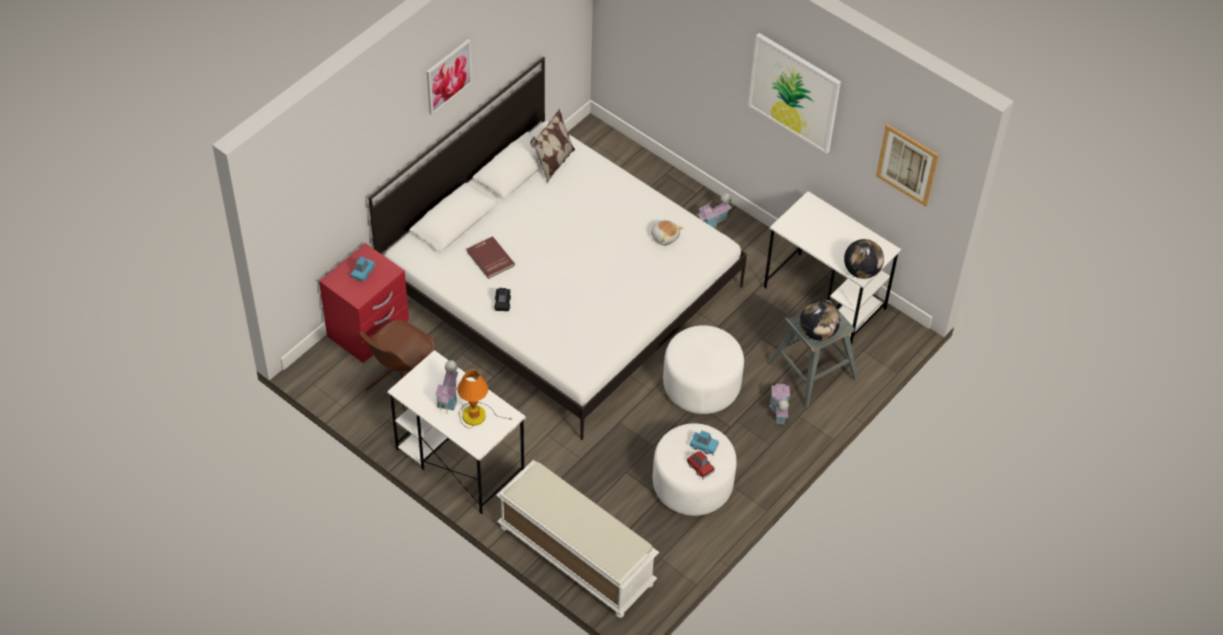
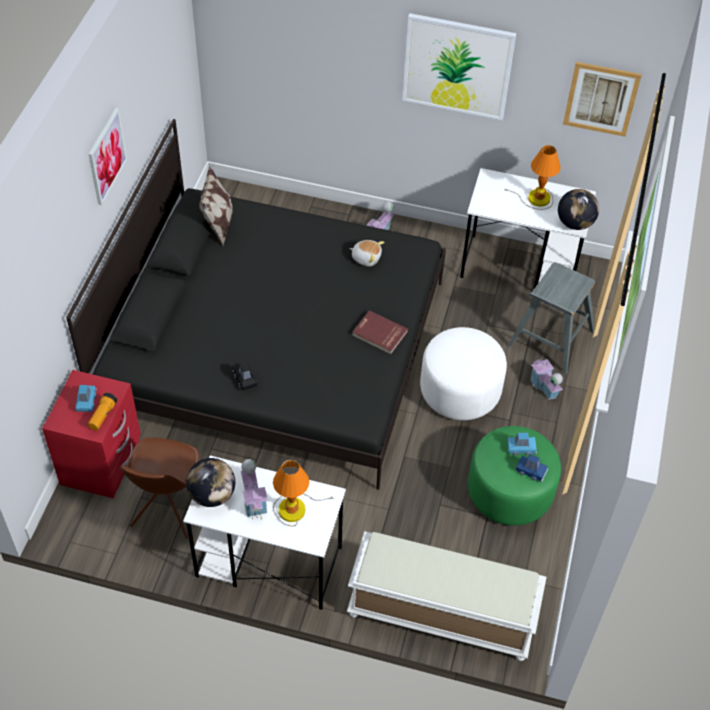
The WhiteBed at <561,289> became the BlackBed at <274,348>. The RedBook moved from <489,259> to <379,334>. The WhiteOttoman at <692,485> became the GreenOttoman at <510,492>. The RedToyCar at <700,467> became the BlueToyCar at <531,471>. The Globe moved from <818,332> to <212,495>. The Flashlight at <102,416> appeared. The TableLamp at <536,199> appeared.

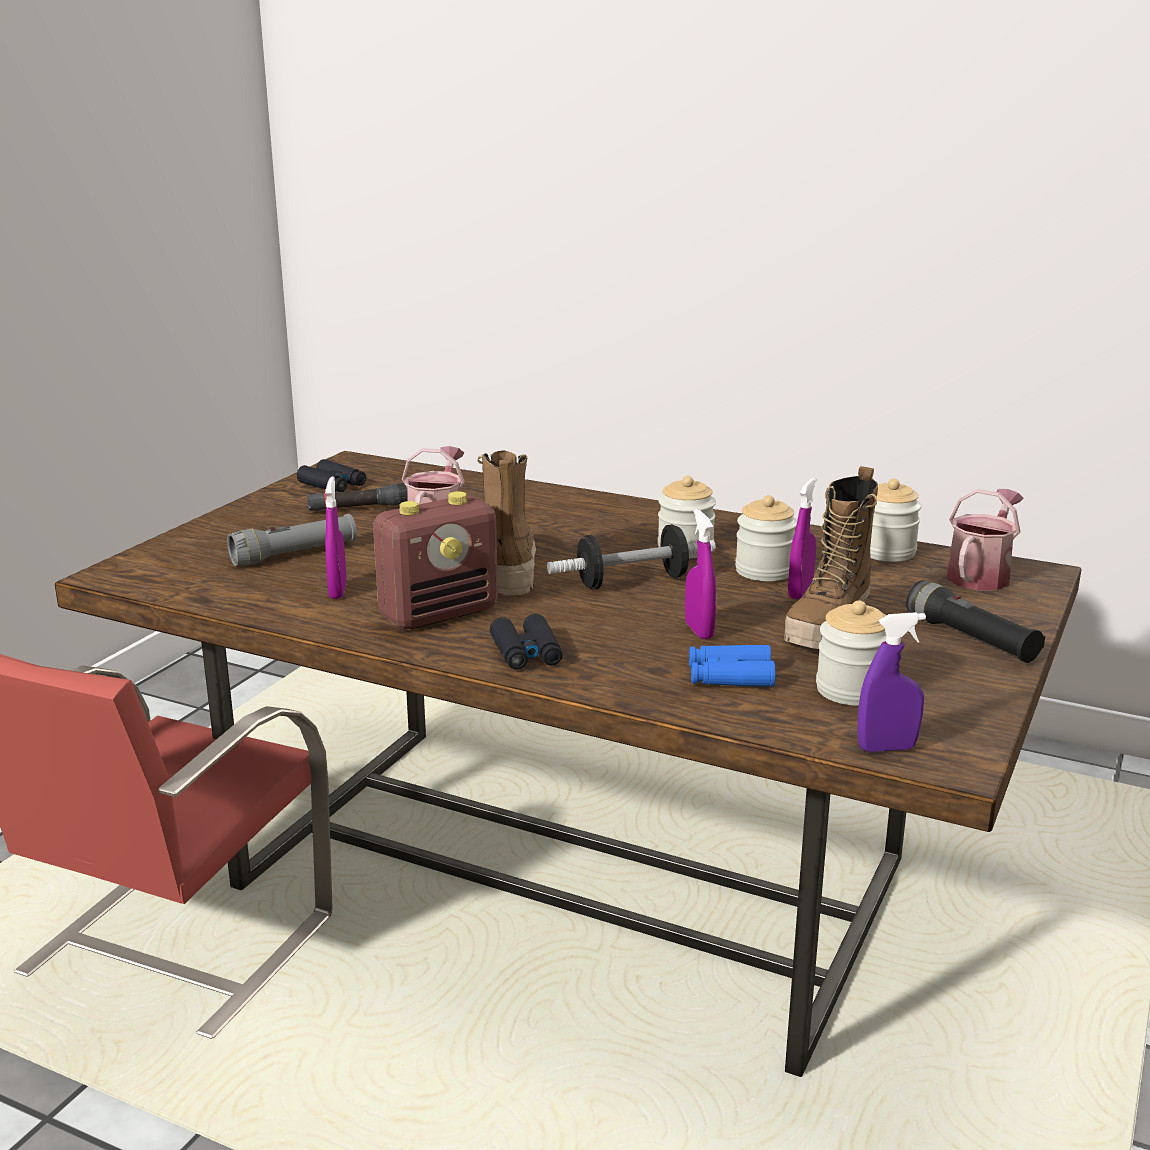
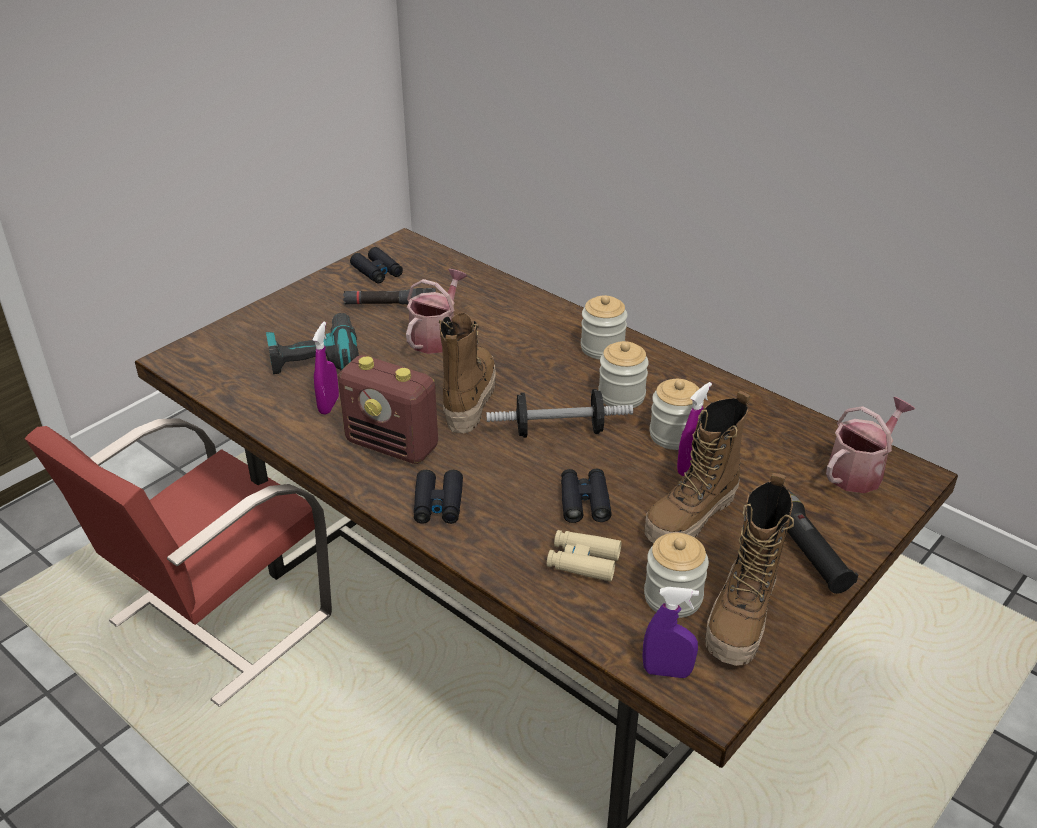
The GreyFlashlight at <294,554> was replaced by the PowerDrill at <314,355>. The Radio at <440,614> turned 45 degrees clockwise. The PurpleSprayBottle at <699,631> was replaced by the BlackBinoculars at <584,501>. The BlueBinoculars at <730,676> became the BeigeBinoculars at <583,561>. The Jar moved from <887,552> to <602,348>. The Boot at <741,619> appeared.

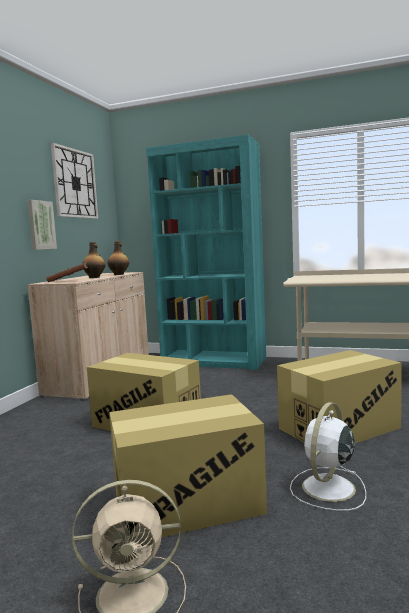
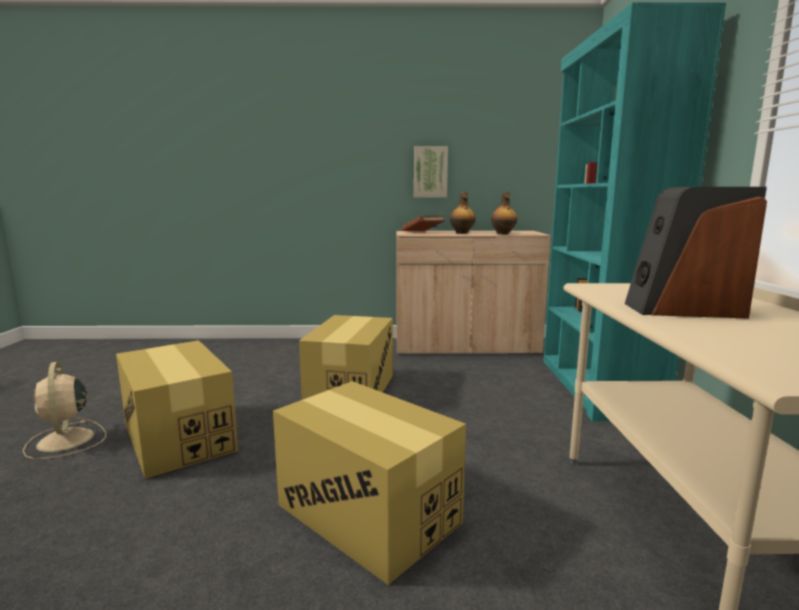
The WallClock at <75,183> disappeared. The WhiteFan at <327,489> disappeared. The Speaker at <683,310> appeared.

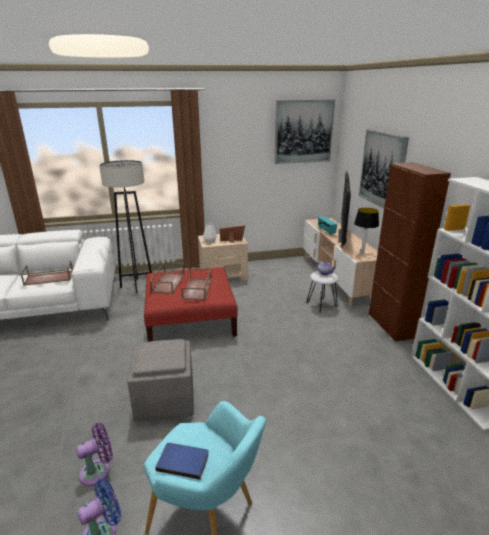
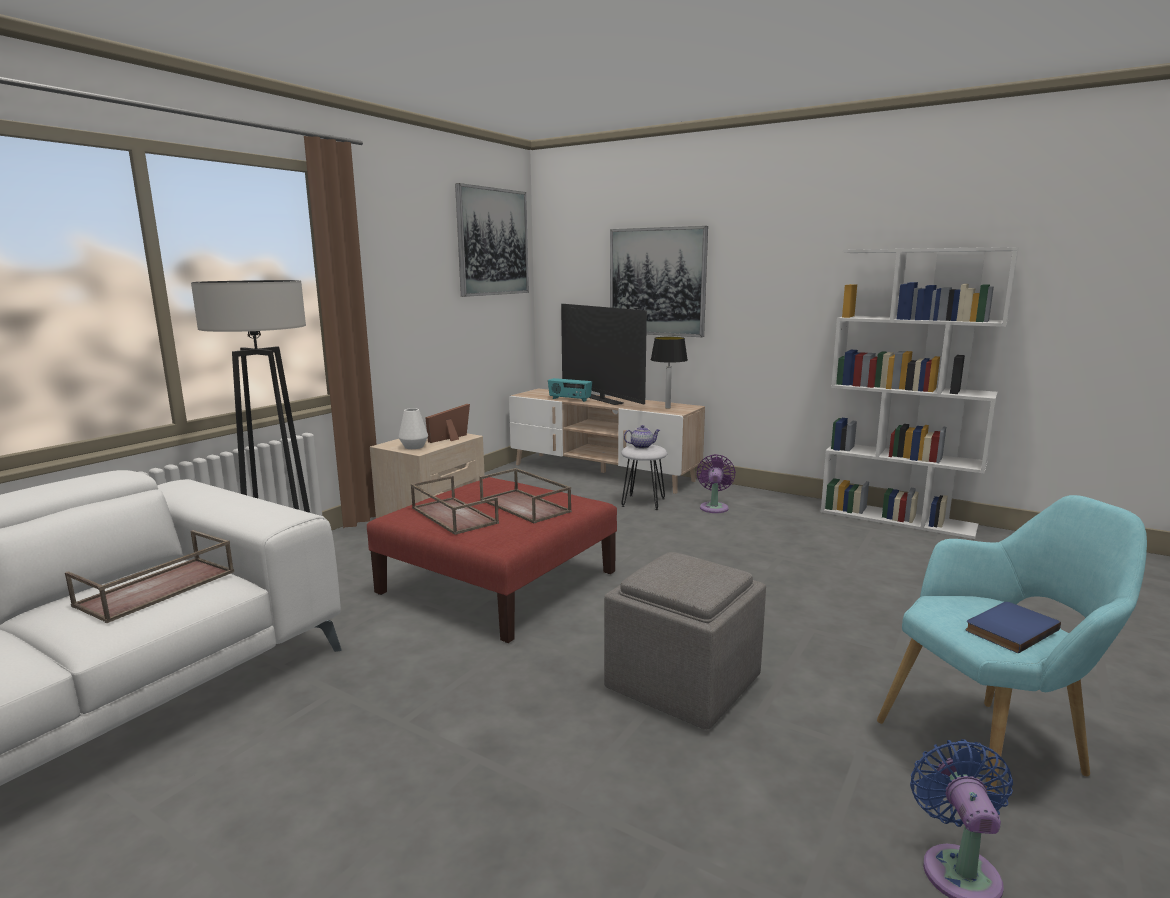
The PurpleFan moved from <98,471> to <714,507>. The BrownCabinet at <391,325> disappeared.

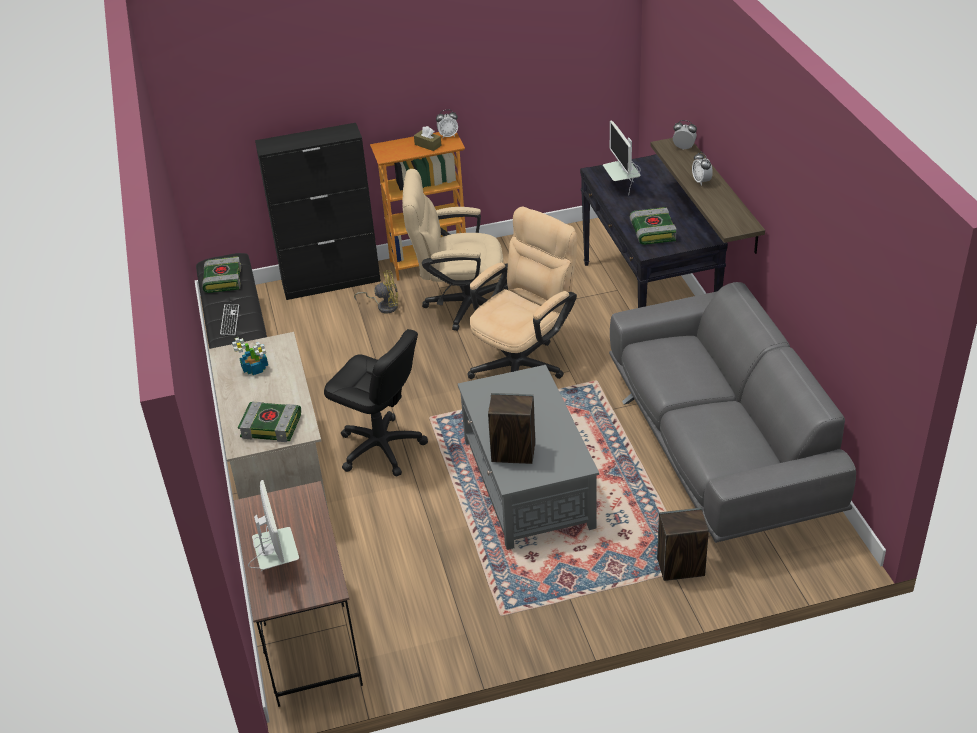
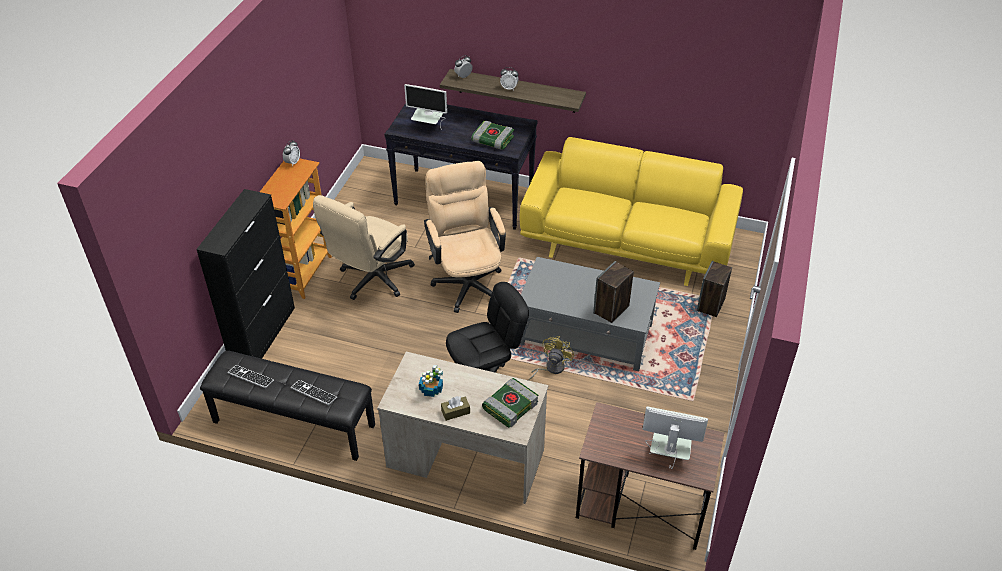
The Book at <222,279> was replaced by the Keyboard at <251,377>. The YellowFan moved from <384,306> to <551,368>. The BrownTissueBox moved from <428,145> to <455,412>. The GreySofa at <719,449> became the YellowSofa at <628,241>.

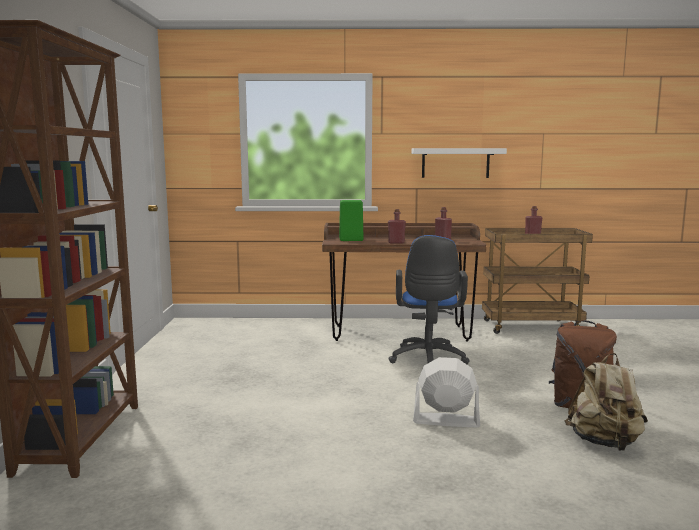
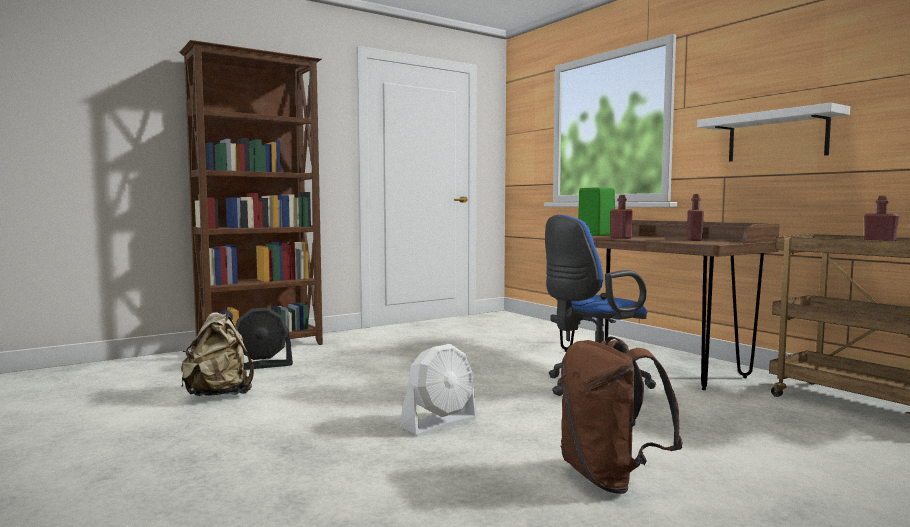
The WhiteFan at <445,420> turned 75 degrees clockwise. The BeigeBackpack moved from <604,443> to <219,395>. The BlackFan at <261,365> appeared.

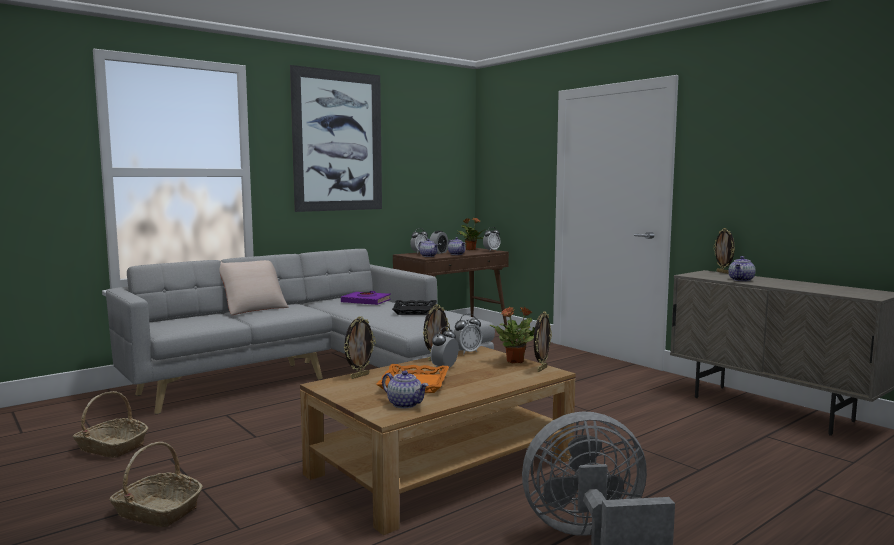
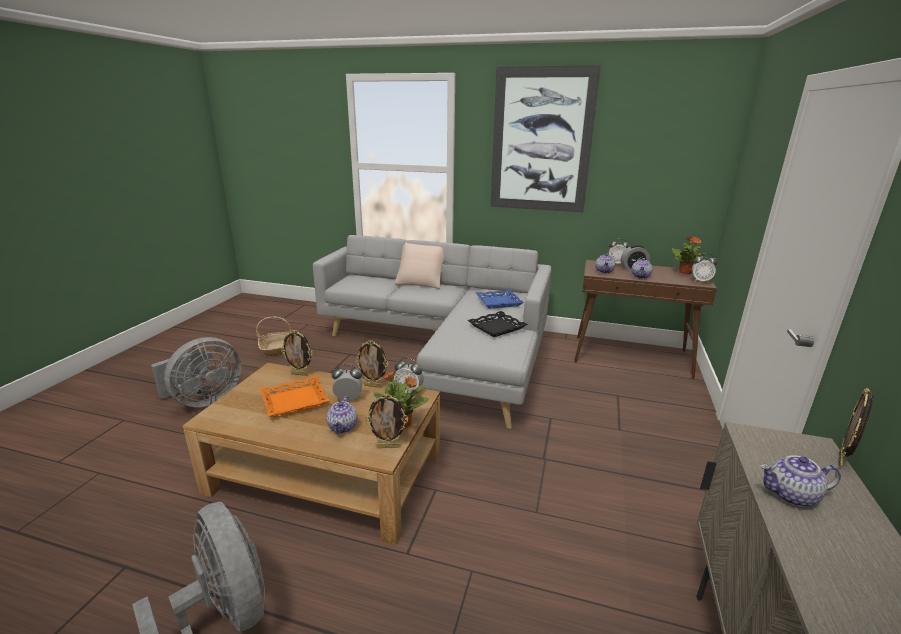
The Basket at <157,511> was replaced by the GreyFan at <204,400>. The PurpleBook at <366,302> was replaced by the BlueTray at <498,302>. The Teapot moved from <405,404> to <343,427>.

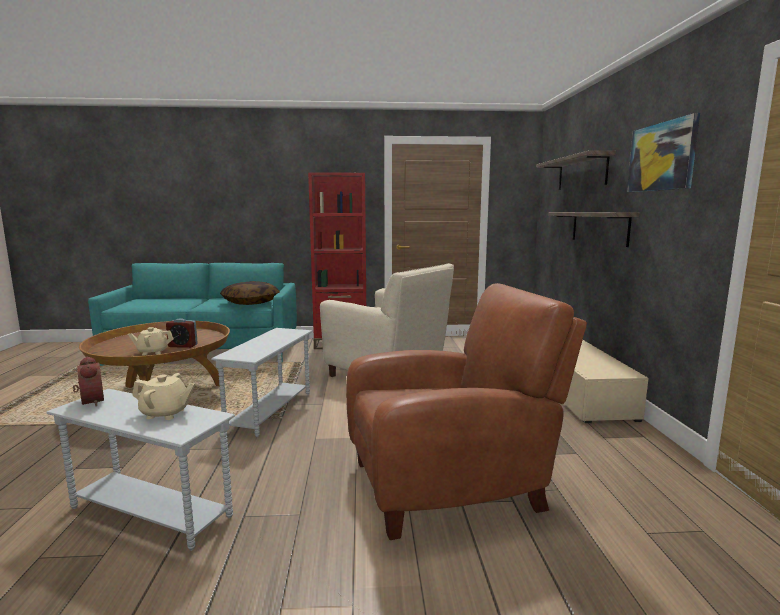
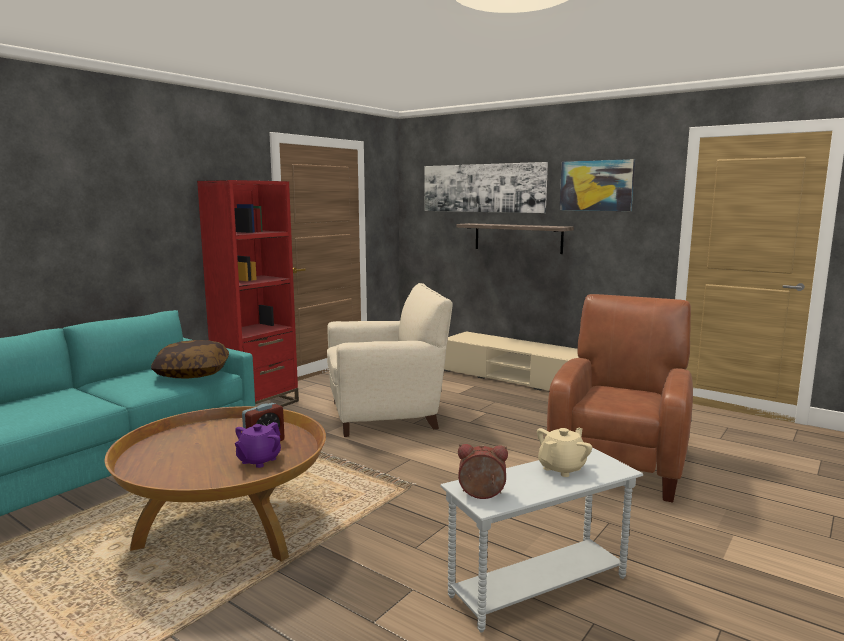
The BeigeTeapot at <152,352> became the PurpleTeapot at <258,460>. The WhiteSideTable at <271,411> disappeared. The Shelf at <581,173> was replaced by the Picture at <482,188>.

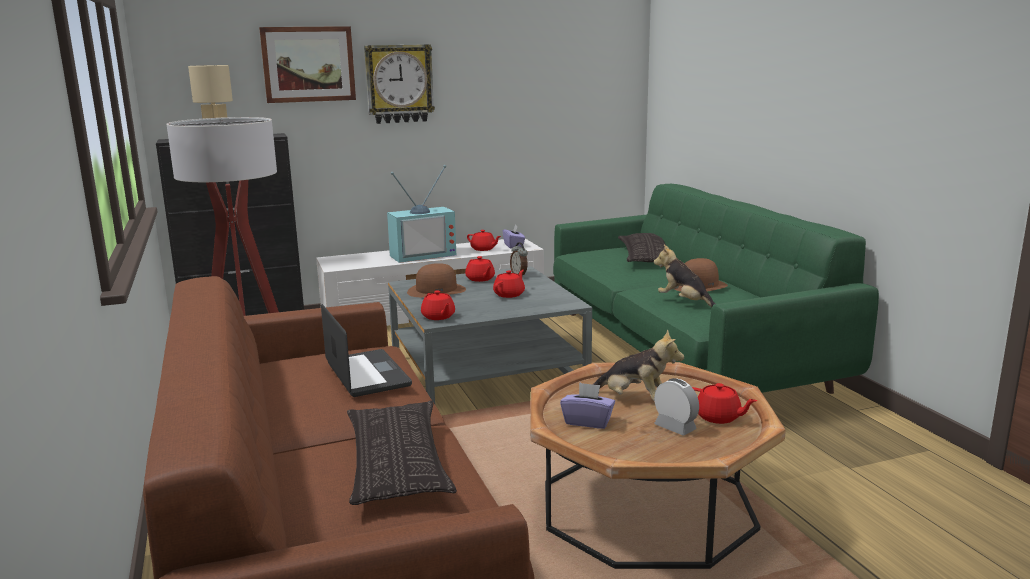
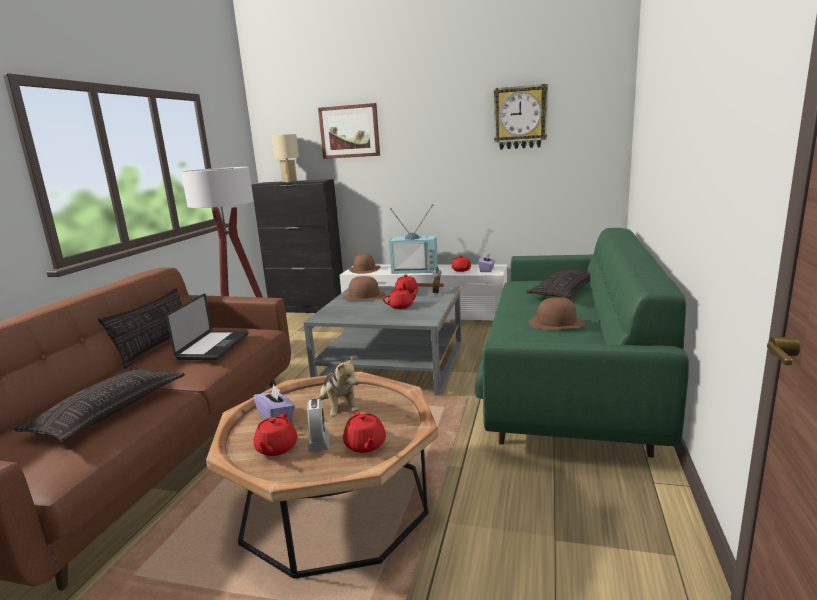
The WallClock moved from <399,84> to <520,117>. The RedTeapot moved from <438,317> to <276,448>. The PlushToy at <685,303> disappeared. The Pillow at <158,347> appeared. The BrownHat at <364,269> appeared.

